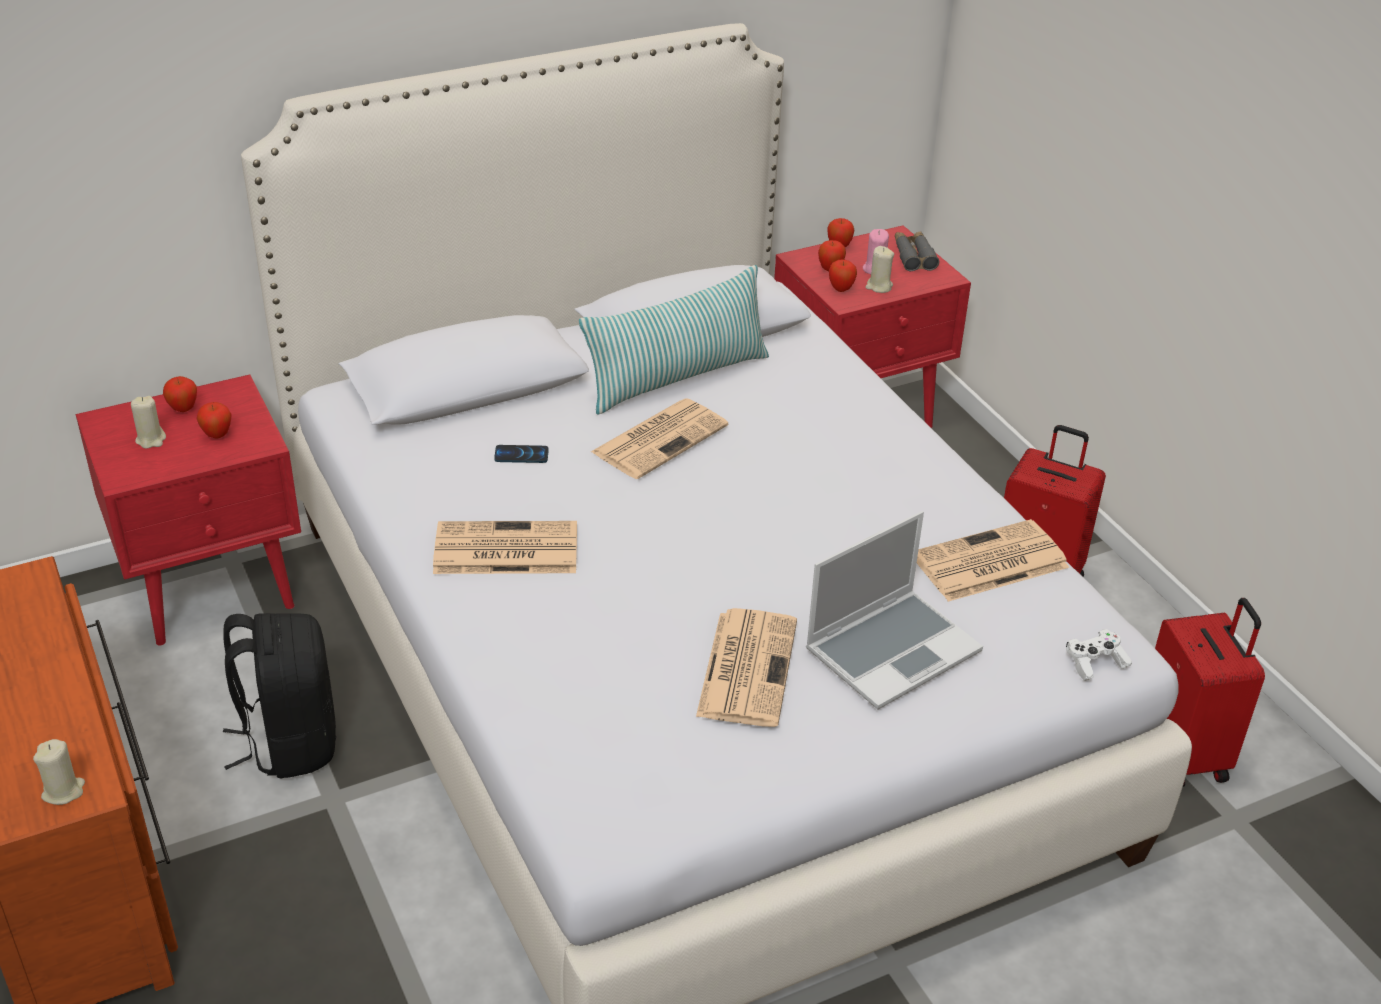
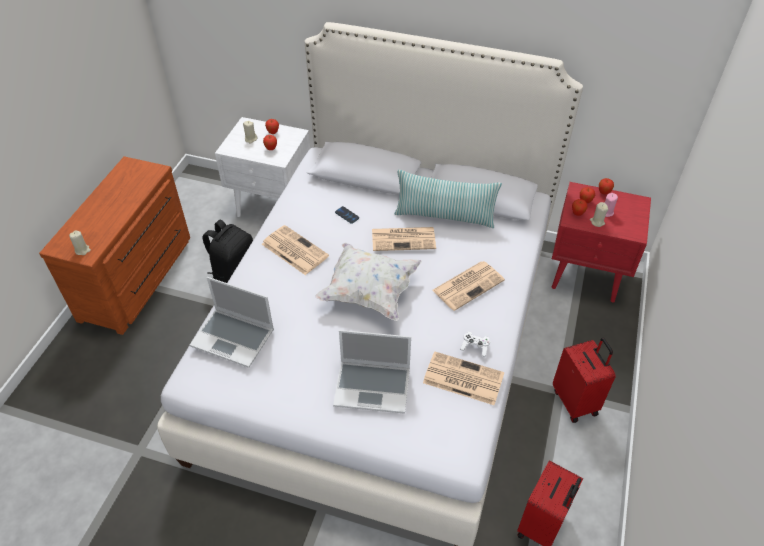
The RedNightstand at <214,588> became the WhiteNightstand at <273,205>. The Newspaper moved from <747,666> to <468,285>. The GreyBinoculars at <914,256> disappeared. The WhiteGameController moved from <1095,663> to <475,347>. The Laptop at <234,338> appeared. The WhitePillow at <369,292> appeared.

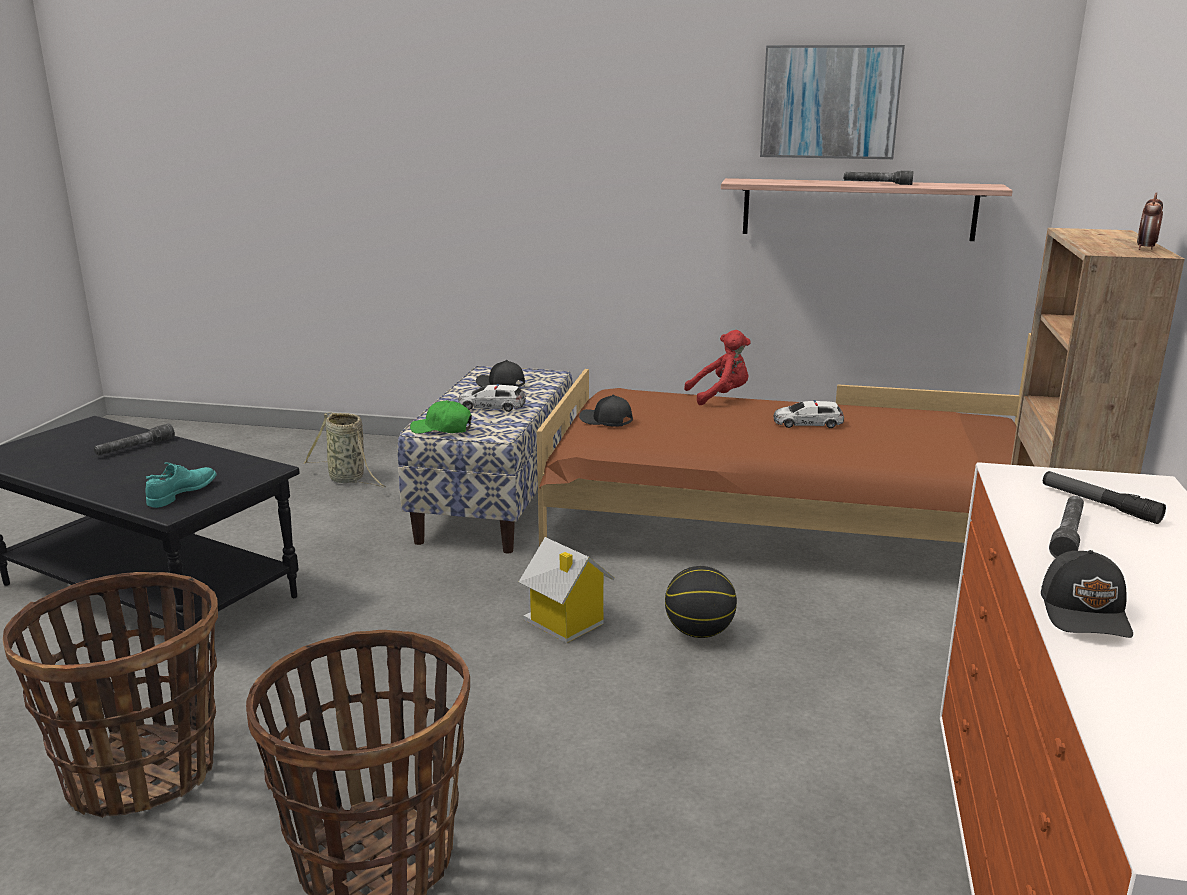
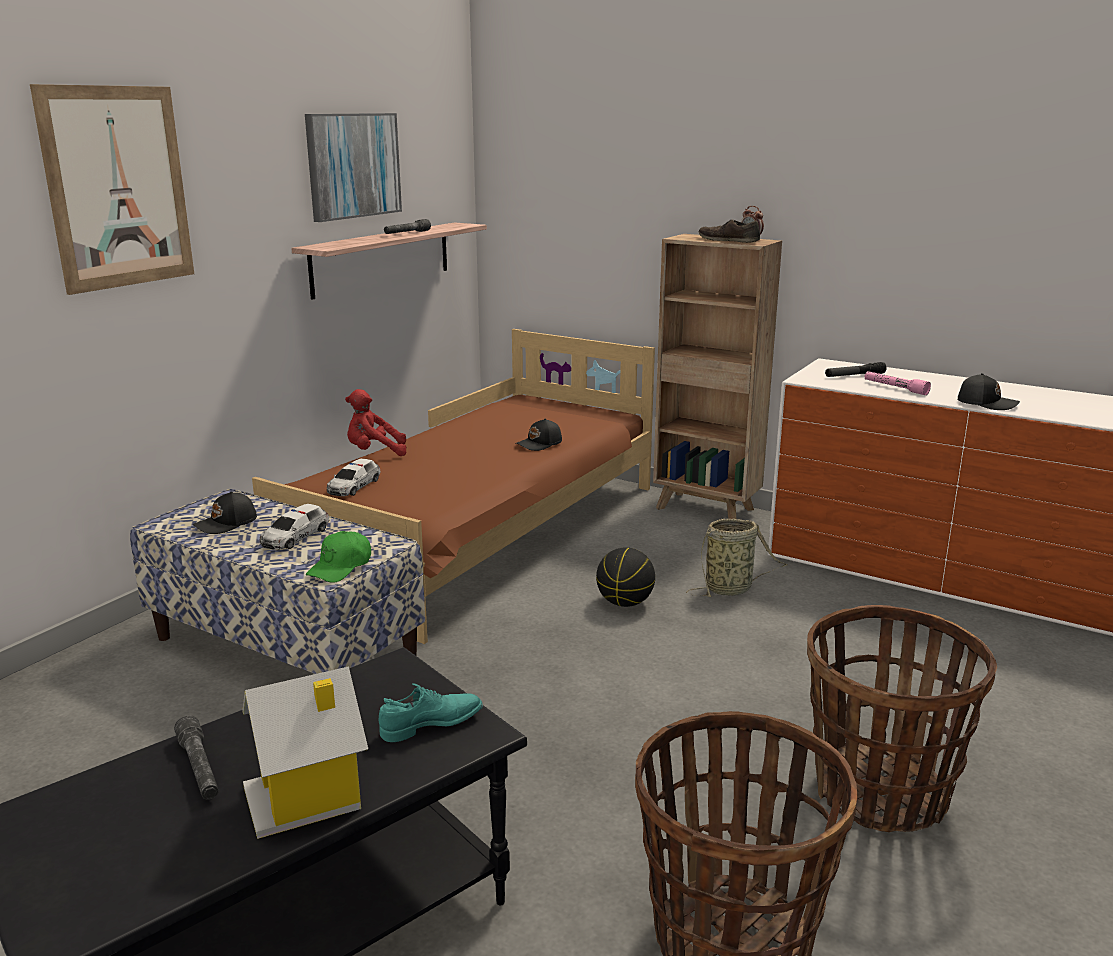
The TurquoiseShoe at <182,493> turned 105 degrees clockwise. The Basket moved from <348,479> to <731,588>. The ToyHouse moved from <565,623> to <308,797>. The BlackCap moved from <606,421> to <540,444>. The RedPlushToy at <720,396> turned 105 degrees counterclockwise. The ToyCar moved from <807,423> to <353,486>. The GreyFlashlight at <1067,535> became the PinkFlashlight at <895,388>. The Picture at <118,188> appeared. The BrownShoe at <728,240> appeared.

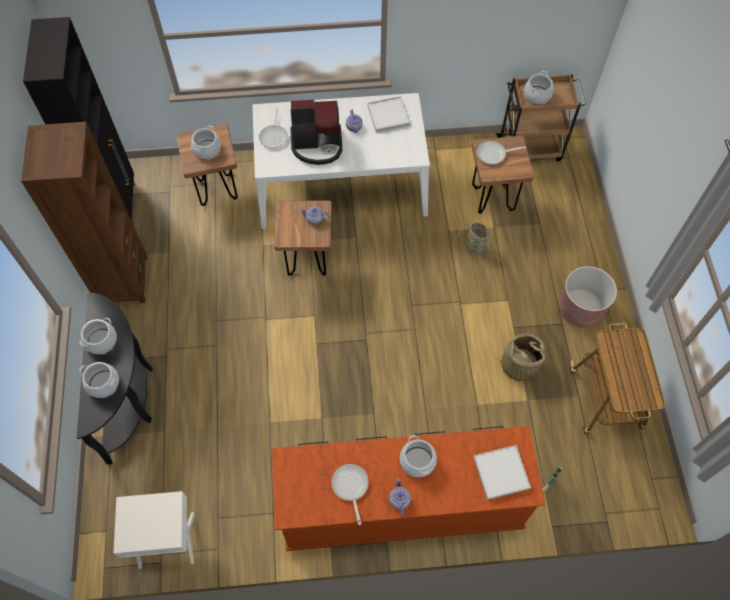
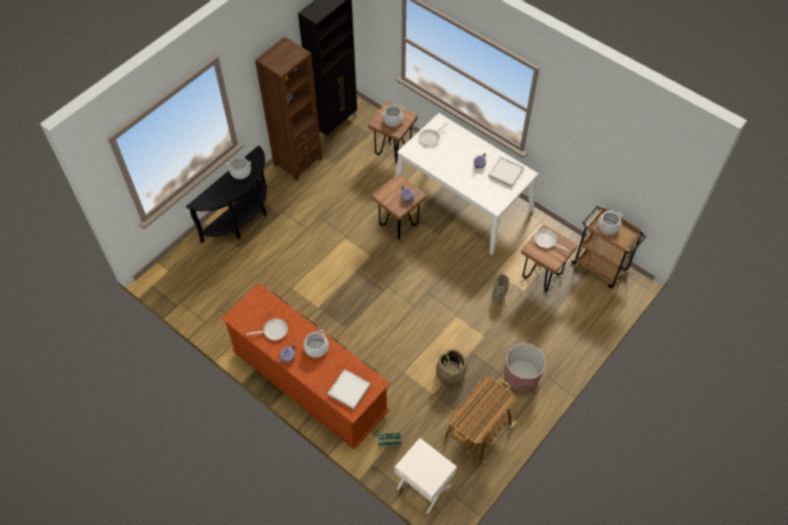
The CookingPot at <103,384> disappeared. The WhiteNightstand moved from <166,541> to <423,487>. The CoffeeMachine at <317,145> disappeared. The FryingPan at <350,487> turned 45 degrees clockwise.

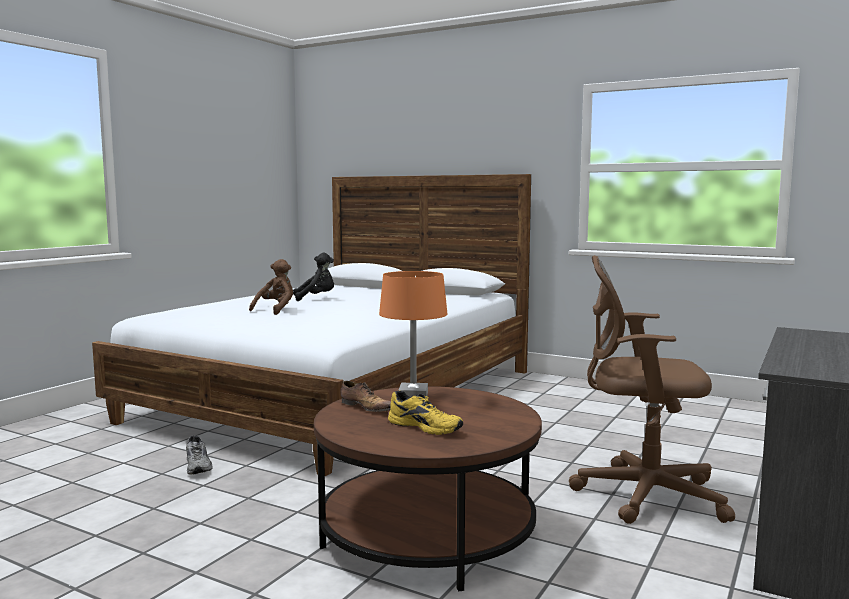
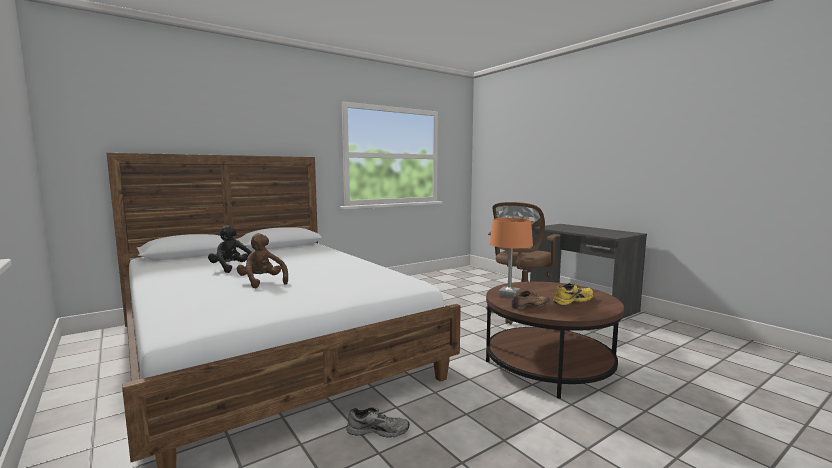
The BlackPlushToy at <316,298> turned 60 degrees counterclockwise.

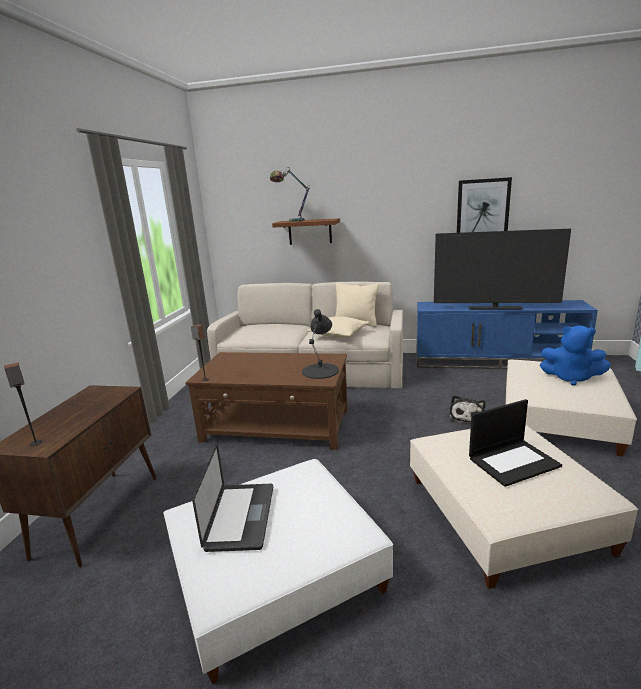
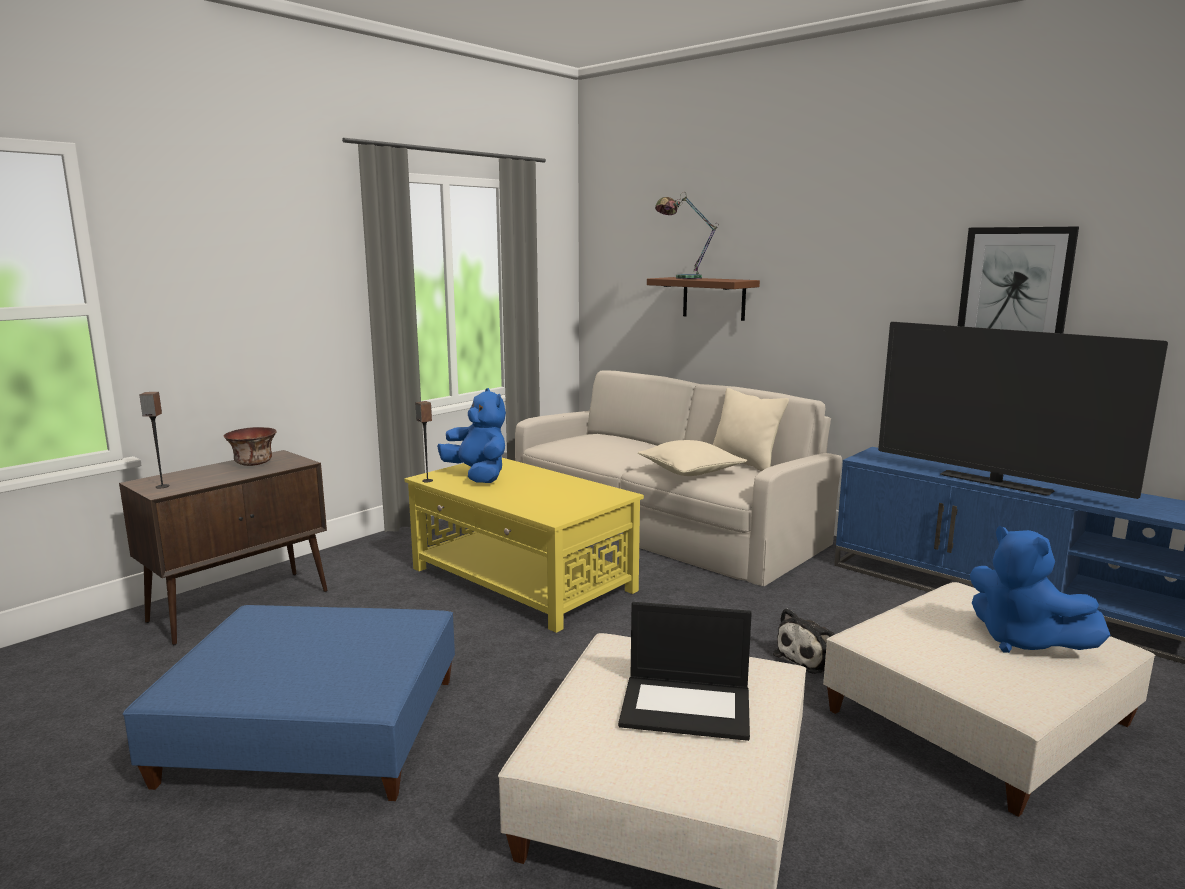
The WhiteOttoman at <275,574> became the BlueOttoman at <314,729>. The BrownCoffeeTable at <277,425> became the YellowCoffeeTable at <522,580>. The Laptop at <240,517> disappeared. The BlackTableLamp at <321,370> disappeared. The Bowl at <254,464> appeared. The BluePlushToy at <478,476> appeared.

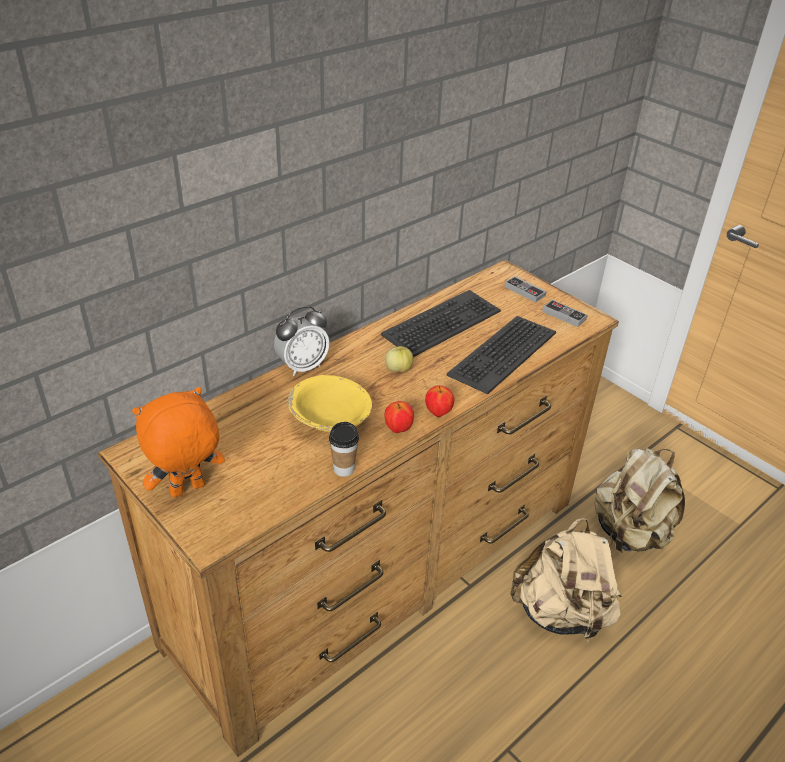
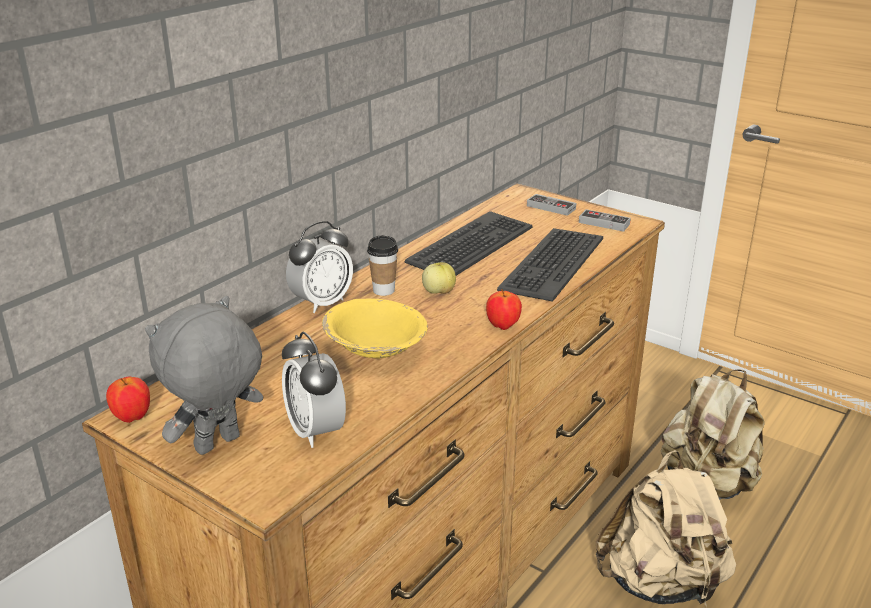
The OrangePlushToy at <187,491> became the GreyPlushToy at <218,445>. The Cup moved from <344,469> to <383,290>. The Apple moved from <398,429> to <132,417>. The AlarmClock at <316,431> appeared.

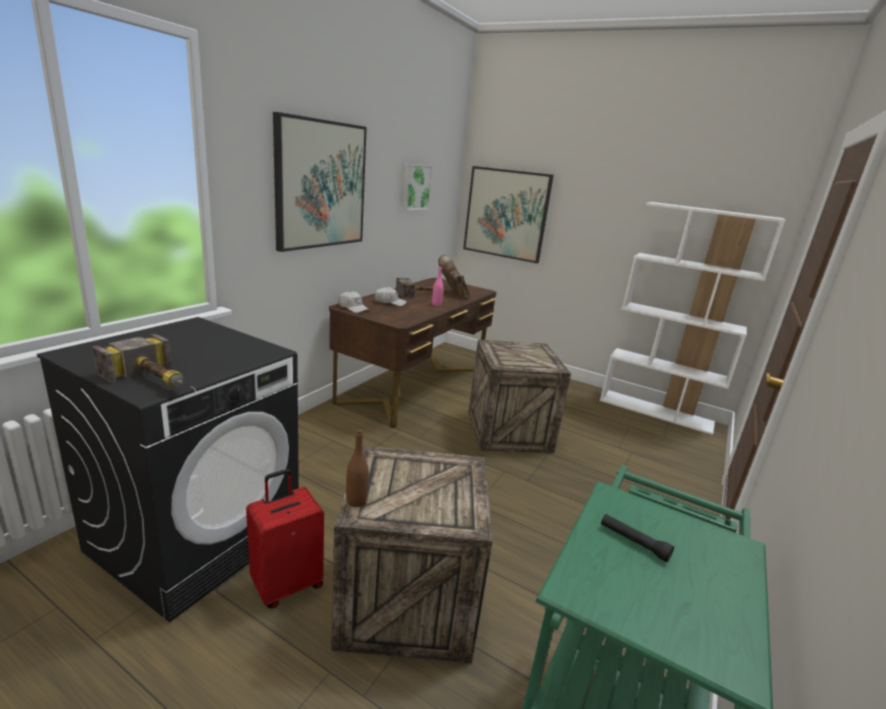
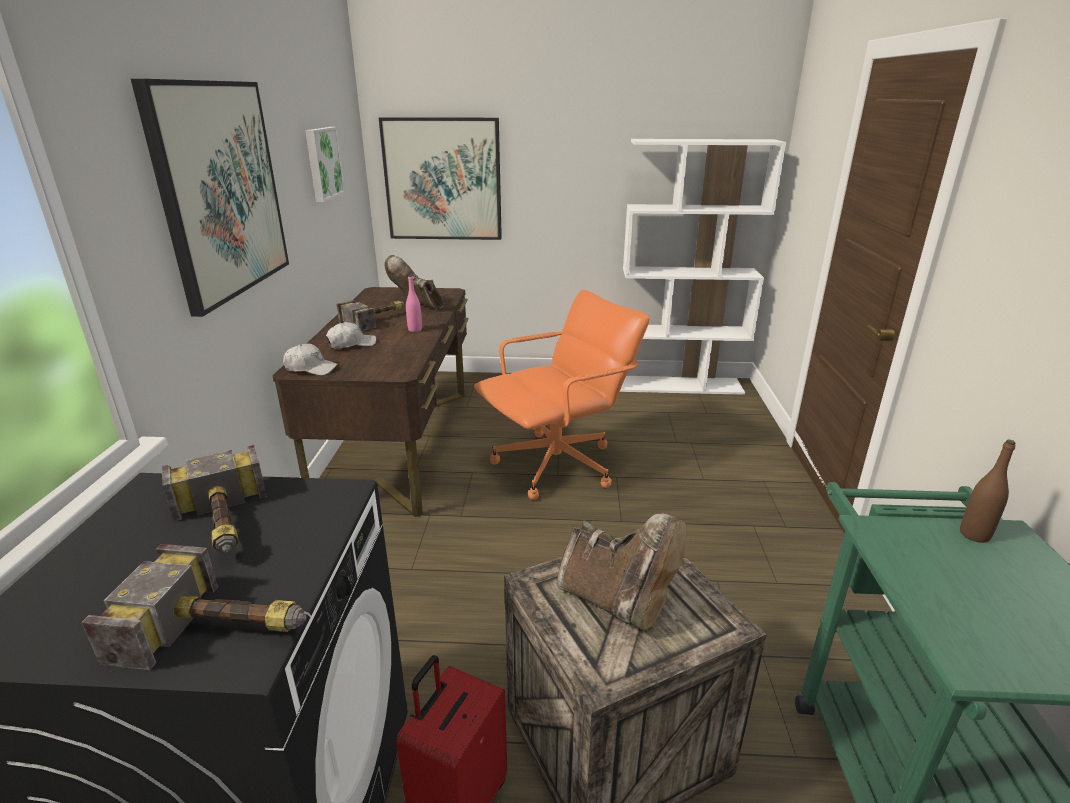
The BrownBottle moved from <356,501> to <974,535>. The Crate at <510,431> was replaced by the OrangeOfficeChair at <557,466>. The BlackFlashlight at <633,542> disappeared. The Hammer at <224,526> appeared. The BrownBoot at <617,601> appeared.

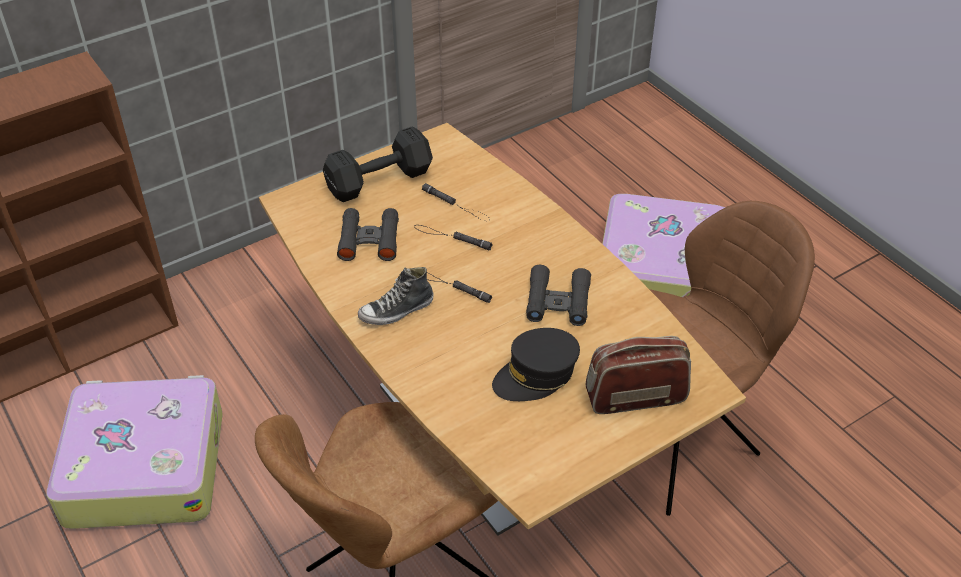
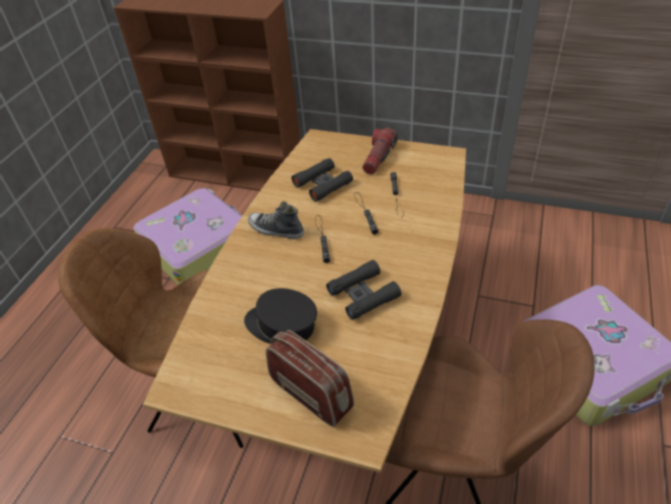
The BlackDumbbell at <382,180> was replaced by the Flashlight at <379,157>.

